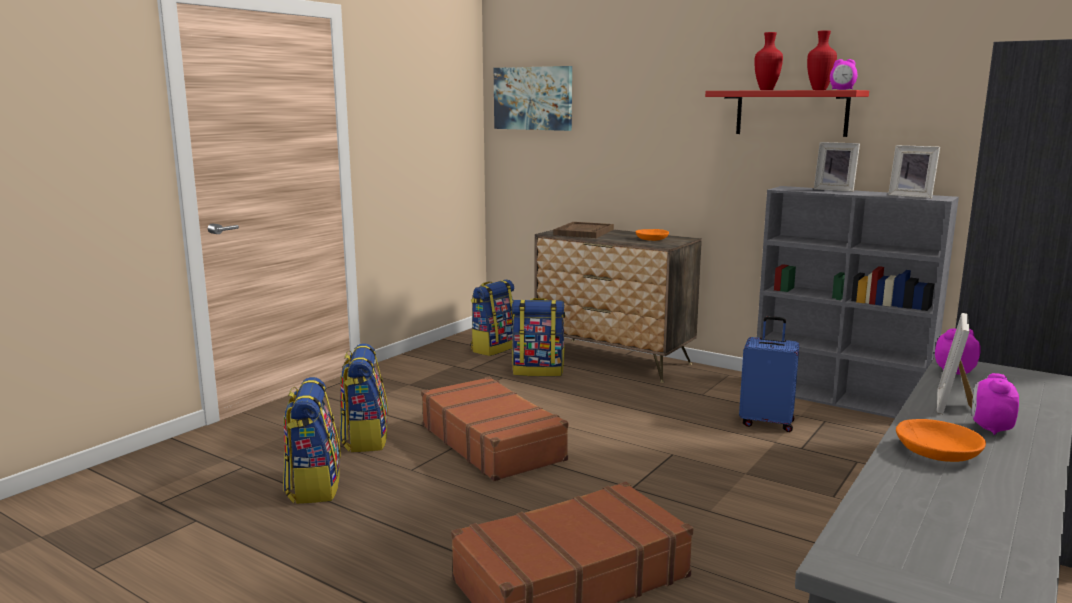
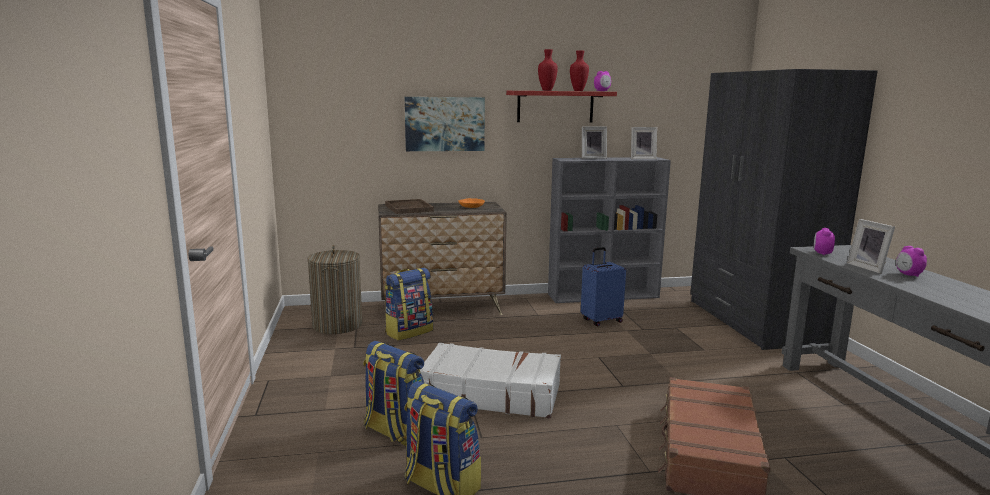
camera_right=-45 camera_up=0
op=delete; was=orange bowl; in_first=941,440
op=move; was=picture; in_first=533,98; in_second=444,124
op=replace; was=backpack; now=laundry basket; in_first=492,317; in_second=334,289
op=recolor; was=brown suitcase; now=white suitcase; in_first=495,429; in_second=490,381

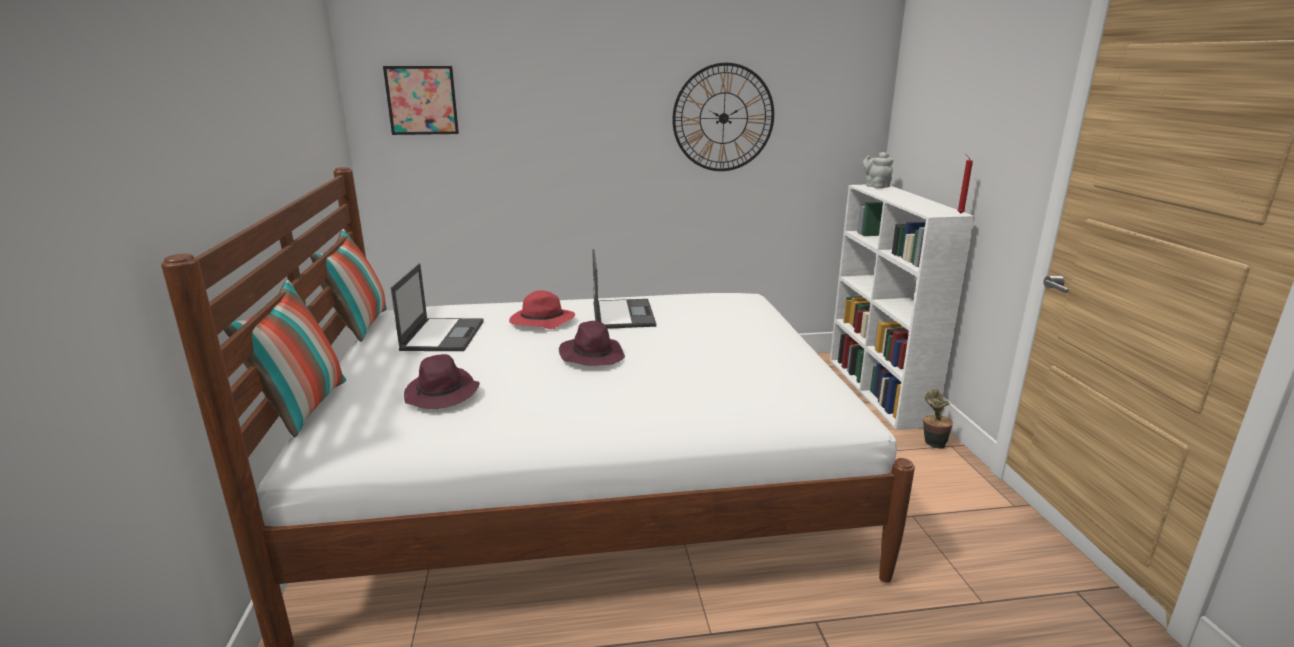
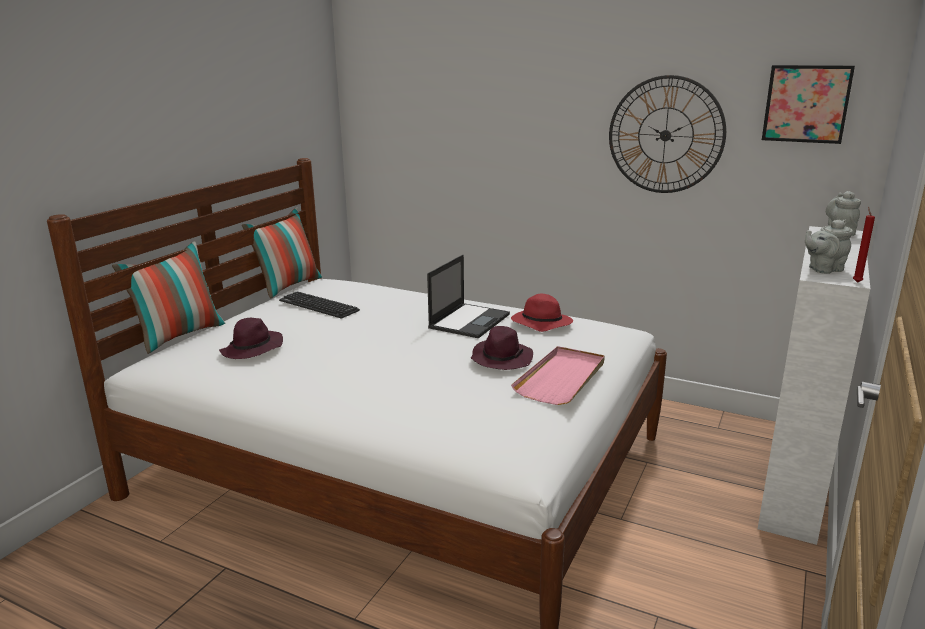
camera_right=35 camera_up=0
op=delete; was=potted plant; in_first=938,418
op=insert; now=pink tray; in_second=558,375
op=insert; now=grey teapot; in_second=829,246
op=move; was=picture; in_first=421,100; in_second=808,104
op=move; was=red hat; in_first=542,309; in_second=542,313
op=move; was=purple hat; in_first=592,343; in_second=502,348
op=replace; was=laptop; now=keyboard; in_first=437,307; in_second=319,305

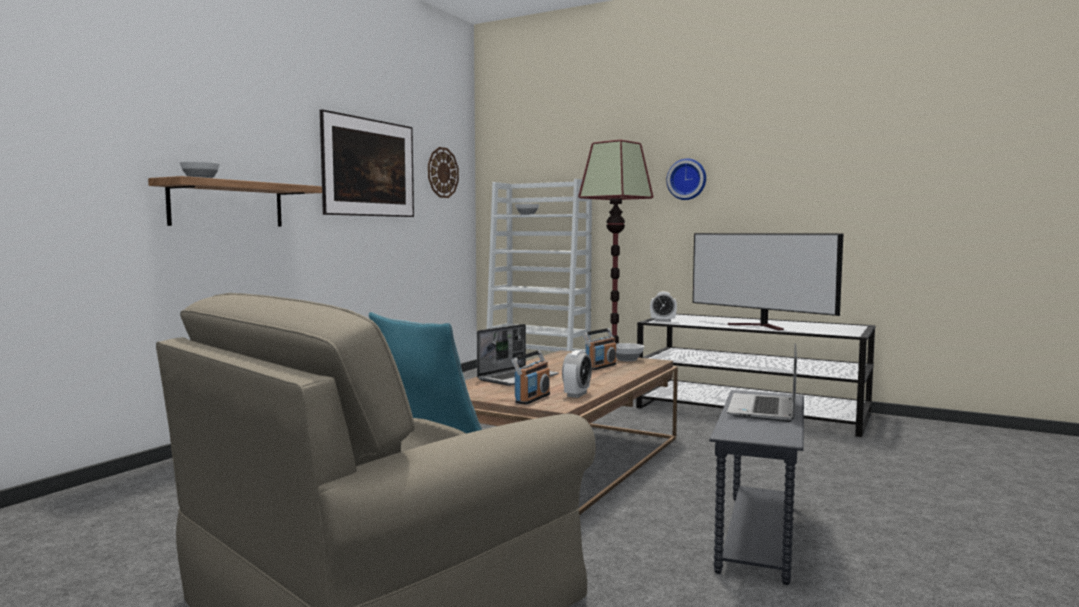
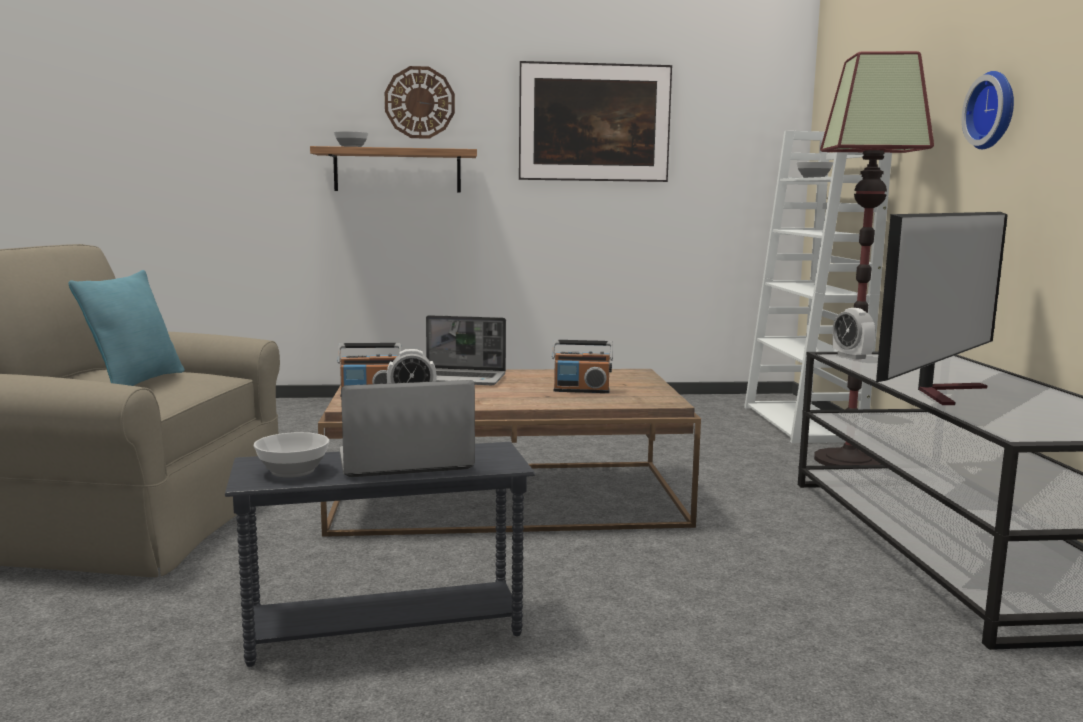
camera_right=55 camera_up=5
op=move; was=wall clock; in_first=443,172; in_second=420,102
op=move; was=bowl; in_first=630,352; in_second=291,455
op=rotate; was=television; in_first=768,281; in_second=942,308; clockwise=-150

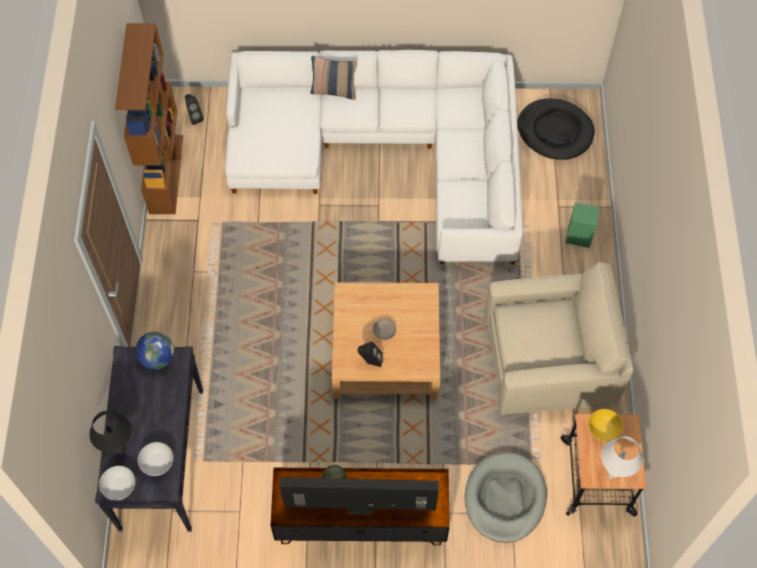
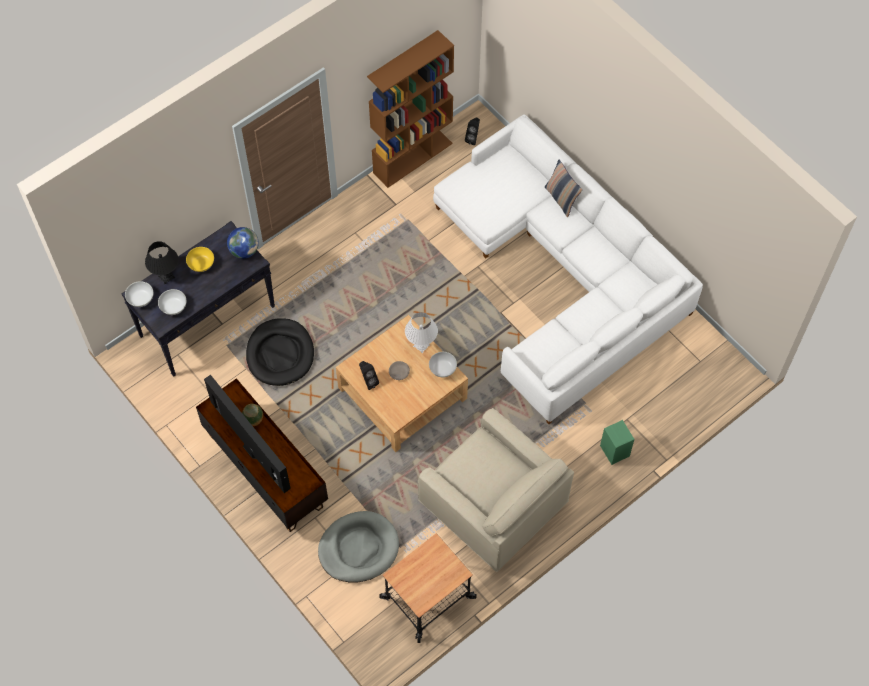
camera_right=50 camera_up=0
op=insert; now=white bowl; in_second=443,365
op=move; was=black dog bed; in_first=556,129; in_second=280,352
op=move; was=yellow bowl; in_first=606,425; in_second=200,259
op=move; was=white table lamp; in_first=622,457; in_second=421,332

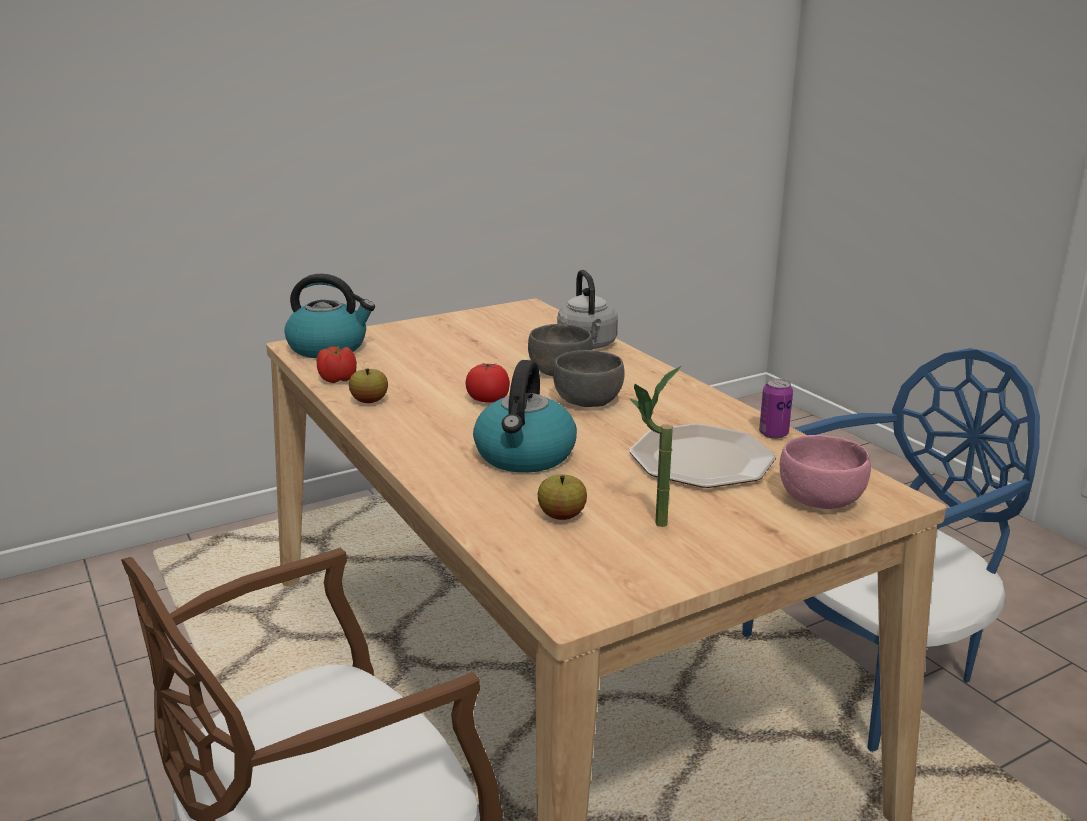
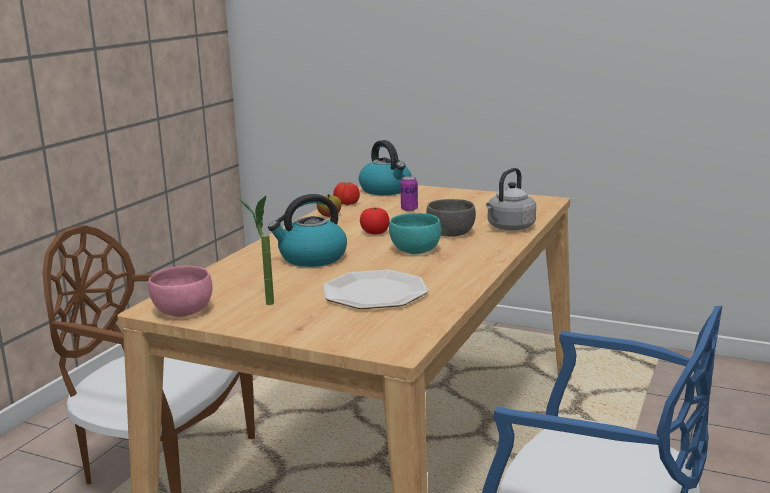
camera_right=55 camera_up=-5
op=delete; was=apple; in_first=562,497
op=move; was=can; in_first=776,409; in_second=409,193
op=move; was=pink bowl; in_first=825,472; in_second=180,291
op=recolor; was=grey bowl; now=turquoise bowl; in_first=589,378; in_second=415,233

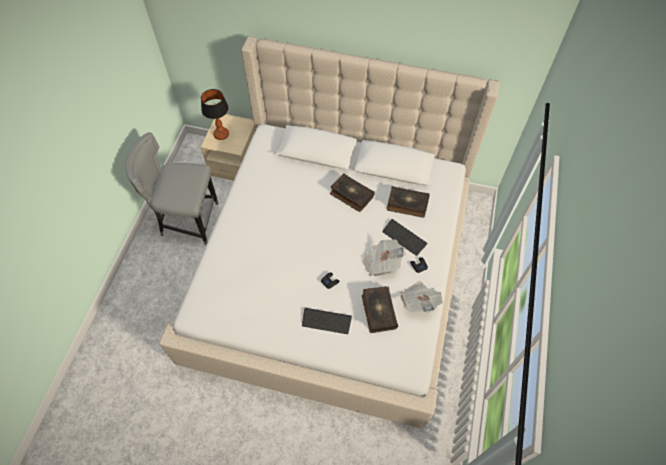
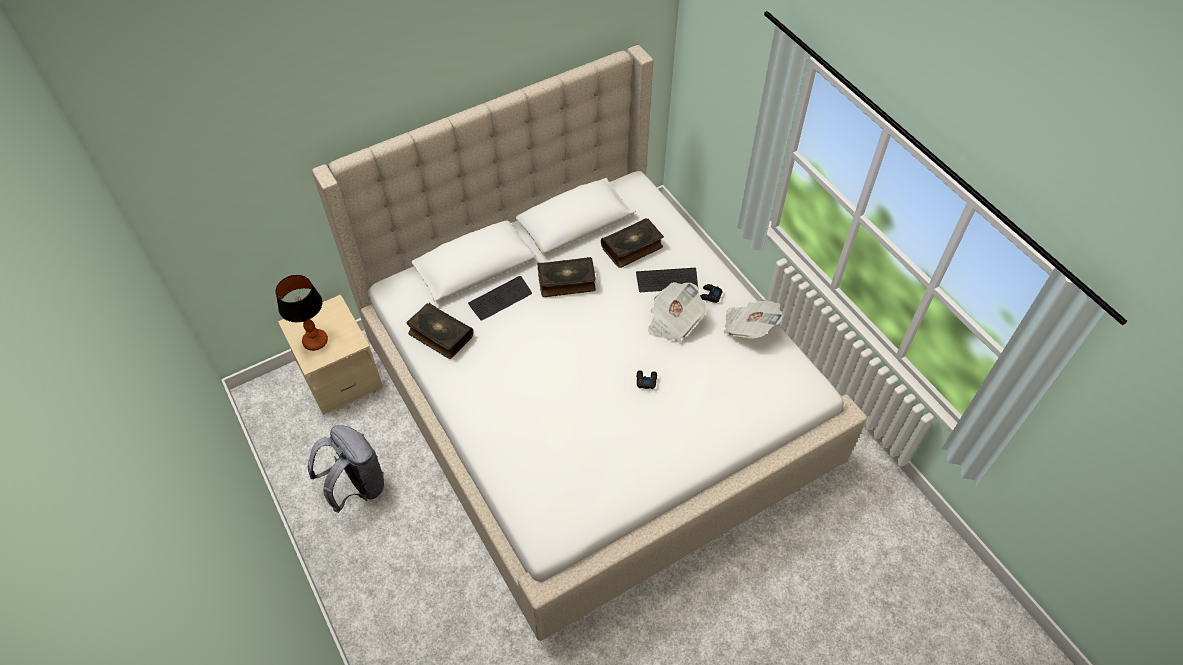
camera_right=-45 camera_up=-5
op=move; was=keyboard; in_first=327,321; in_second=500,298
op=move; was=book; in_first=380,309; in_second=440,330
op=replace; was=grey chair; now=grey backpack; in_first=171,188; in_second=346,469

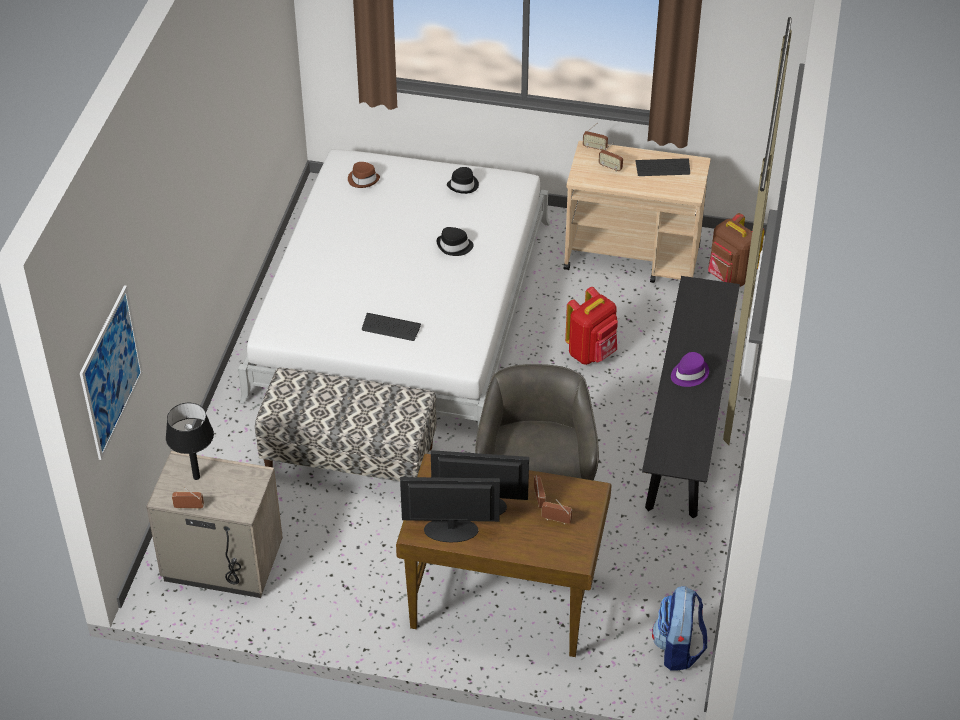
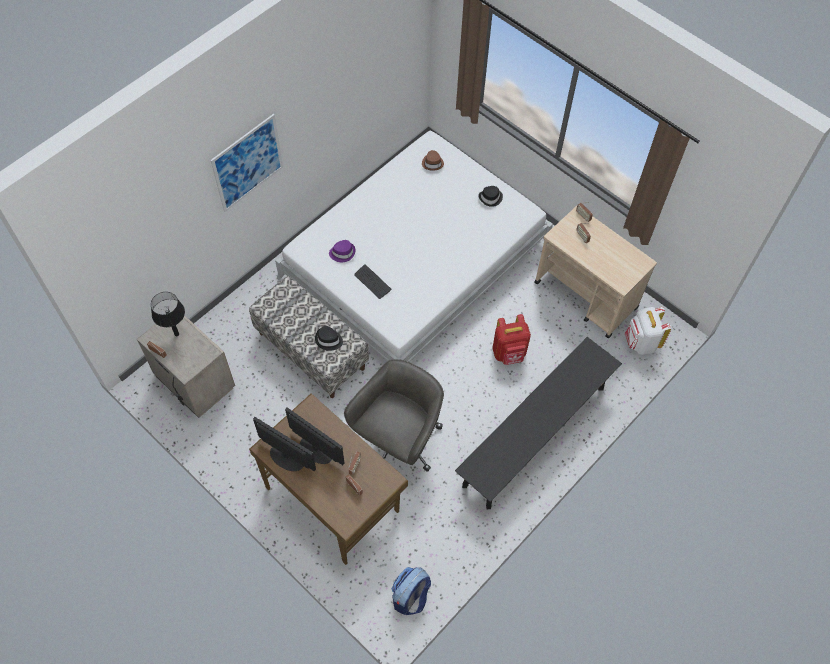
camera_right=30 camera_up=15
op=delete; was=keyboard; in_first=662,167
op=move; was=picture; in_first=111,372; in_second=246,163
op=move; was=black hat; in_first=455,241; in_second=329,338
op=move; was=purple hat; in_first=690,369; in_second=342,251
op=recolor; was=brown backpack; now=white backpack; in_first=736,250; in_second=648,331

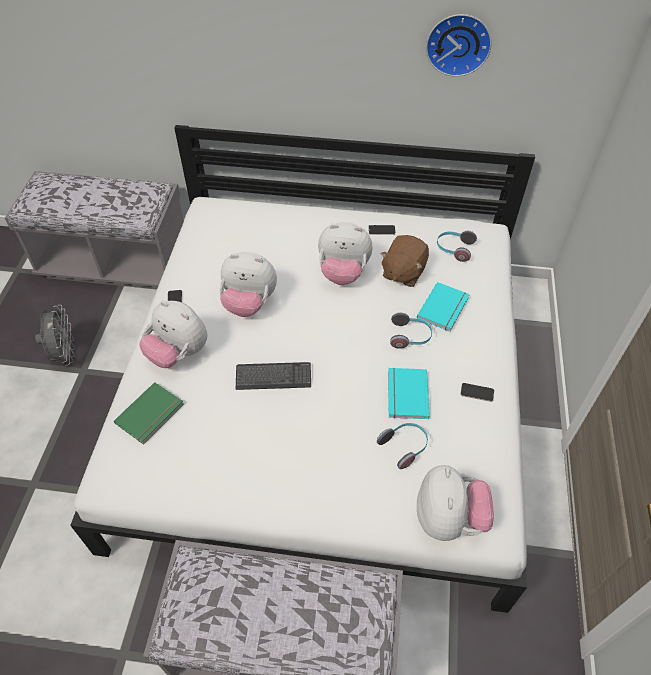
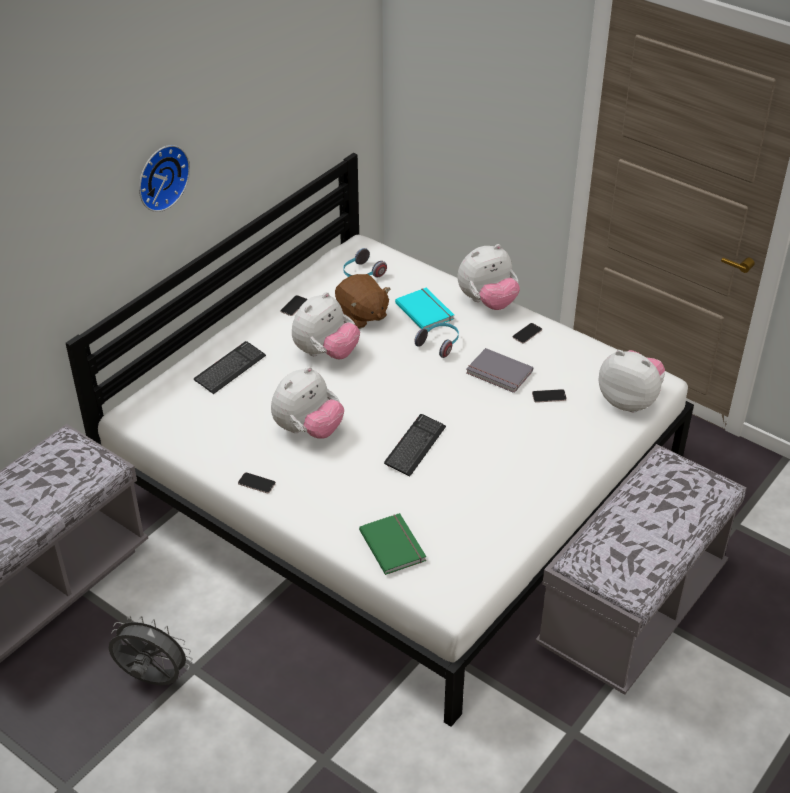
camera_right=-60 camera_up=-10
op=insert; now=keyboard; in_second=230,367
op=move; was=plush toy; in_first=173,334; in_second=488,277
op=move; was=wall clock; in_first=459,45; in_second=164,178
op=replace; was=headphones; now=phone; in_first=402,446; in_second=549,396
op=recolor; was=turquoise book; now=grey book; in_first=409,393; in_second=499,370

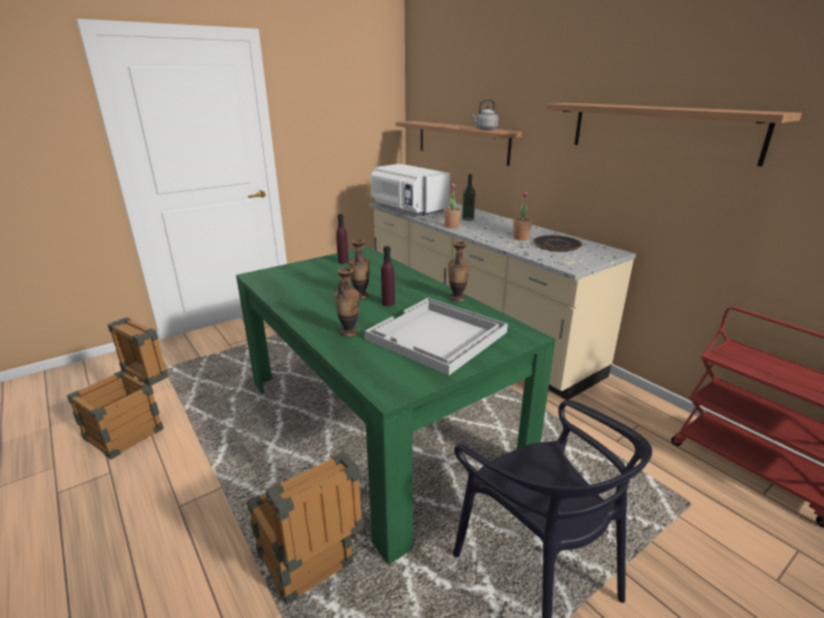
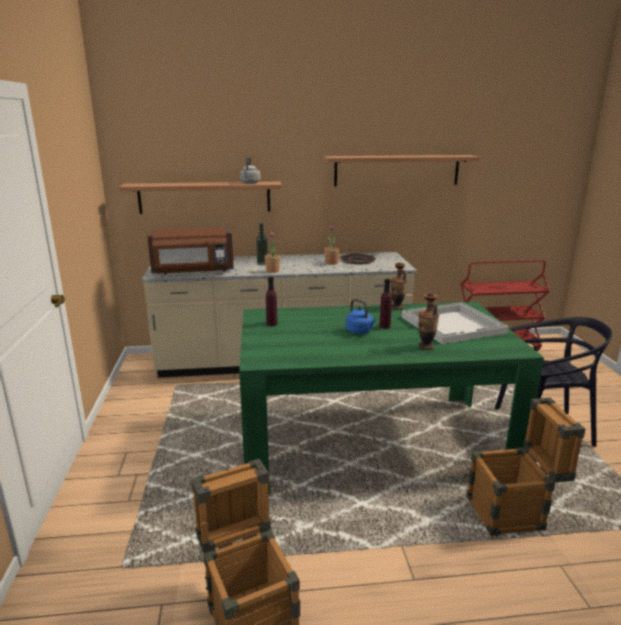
camera_right=-60 camera_up=-5
op=replace; was=vase; now=blue kettle; in_first=359,269; in_second=361,316
op=recolor; was=white microwave; now=brown microwave; in_first=410,189; in_second=190,251

